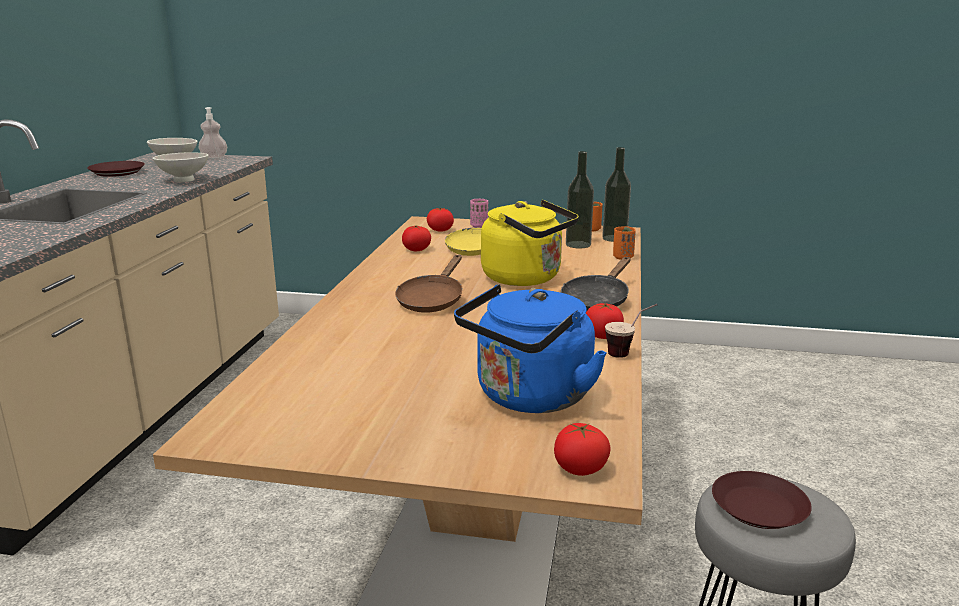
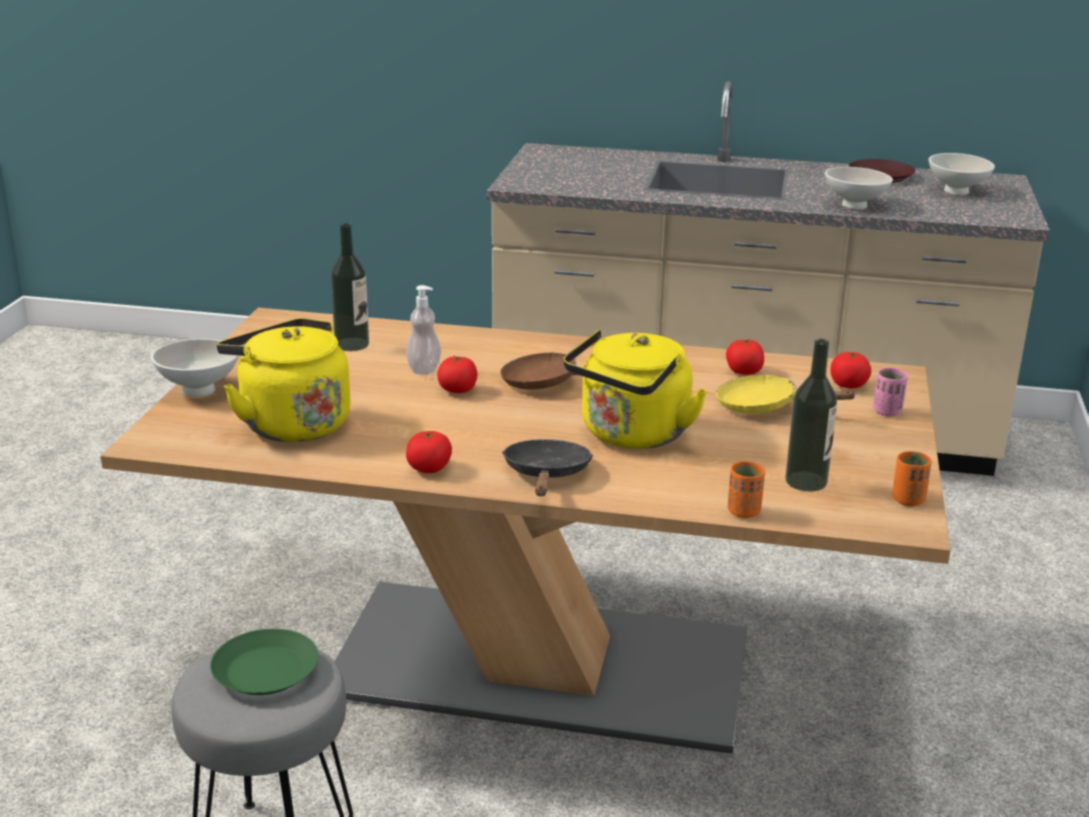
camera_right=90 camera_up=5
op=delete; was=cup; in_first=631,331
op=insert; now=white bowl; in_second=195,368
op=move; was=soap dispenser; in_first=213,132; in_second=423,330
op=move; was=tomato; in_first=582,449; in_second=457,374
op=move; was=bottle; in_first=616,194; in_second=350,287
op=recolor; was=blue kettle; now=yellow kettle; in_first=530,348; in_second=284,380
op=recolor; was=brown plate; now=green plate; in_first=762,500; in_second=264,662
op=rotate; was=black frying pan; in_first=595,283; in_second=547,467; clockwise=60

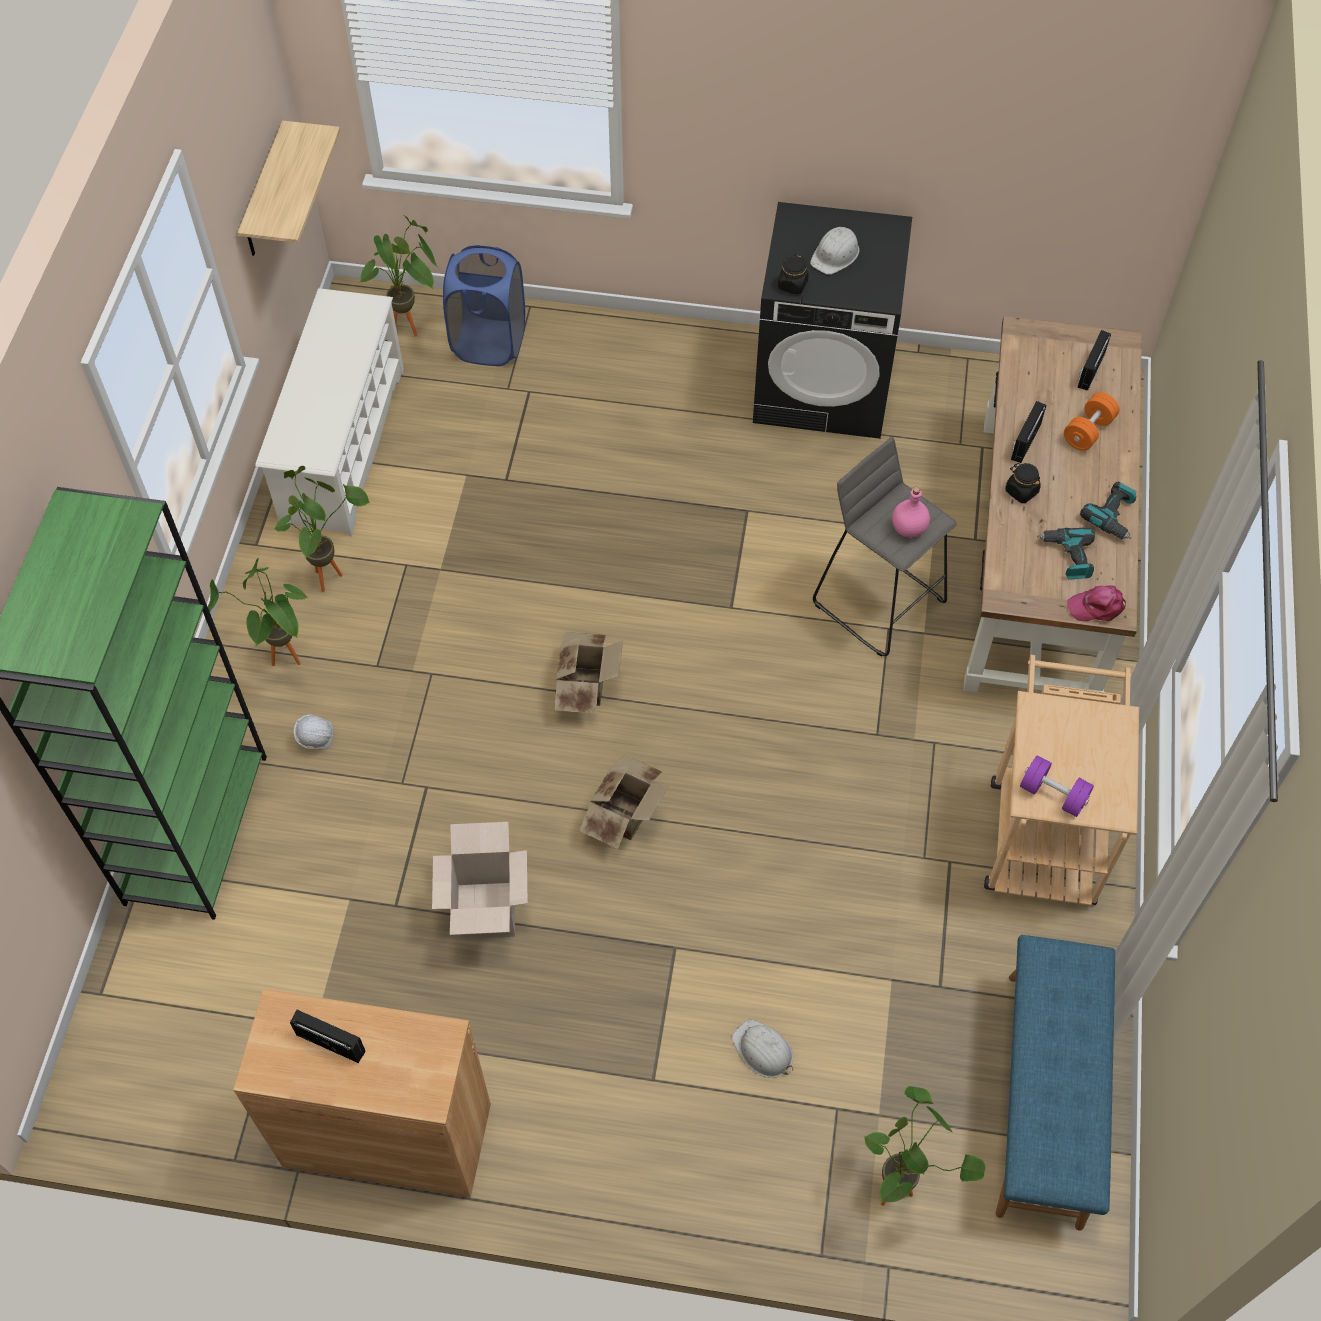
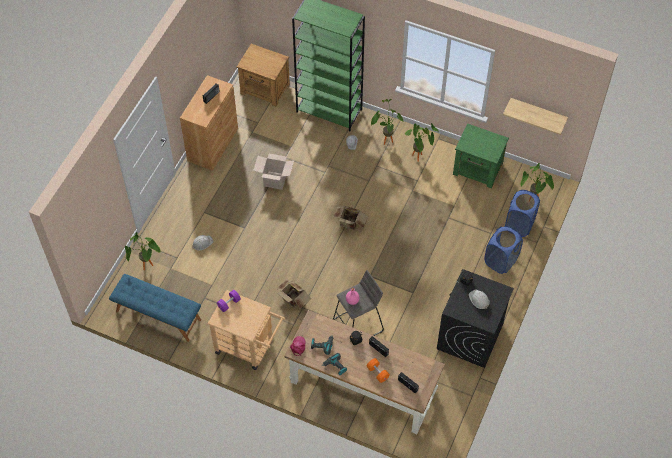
camera_right=105 camera_up=0
op=insert; now=brown nightstand; in_second=263,75
op=insert; now=blue laundry basket; in_second=503,250
op=move; was=cardboard box; in_first=624,802; in_second=293,293
op=replace; was=white shoe rack; now=green nightstand; in_first=329,412; in_second=481,156

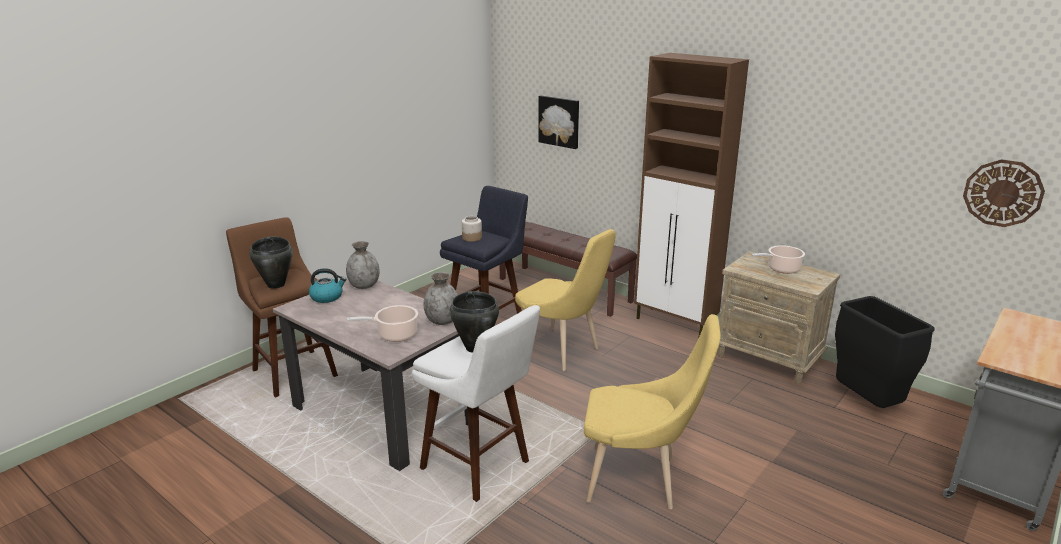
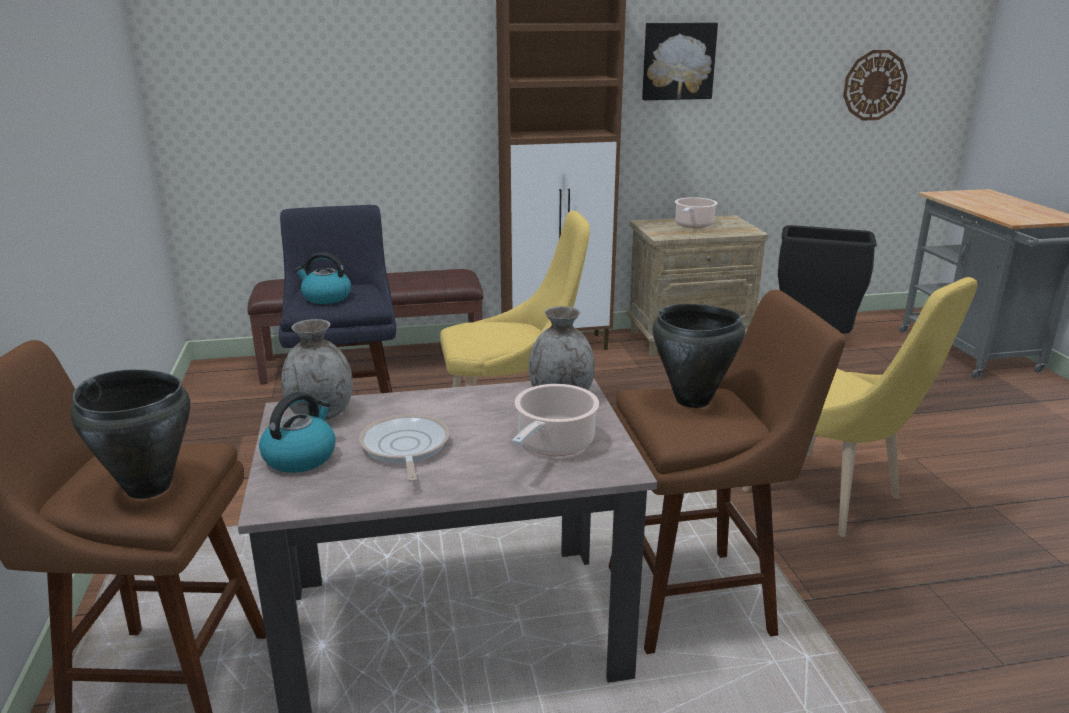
camera_right=-50 camera_up=0
op=insert; now=frying pan; in_second=404,448
op=move; was=picture; in_first=558,122; in_second=680,61
op=replace; was=jar; now=kettle; in_first=472,229; in_second=323,278
op=recolor; was=white stool; now=brown stool; in_first=476,403; in_second=727,472
op=rotate; was=yellow chair; in_first=652,411; in_second=859,407; clockwise=90

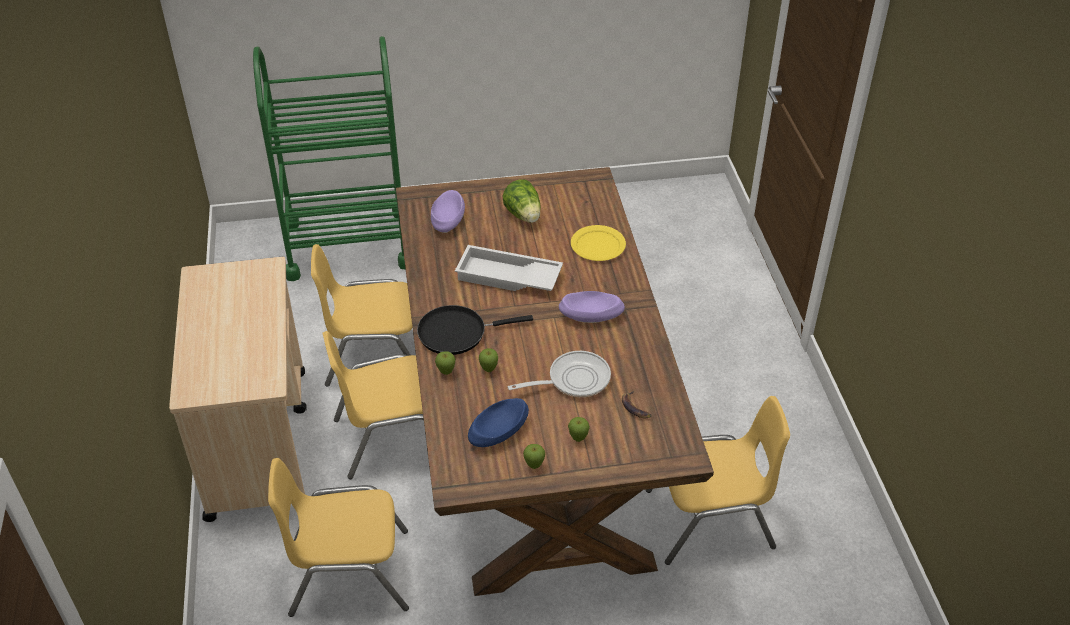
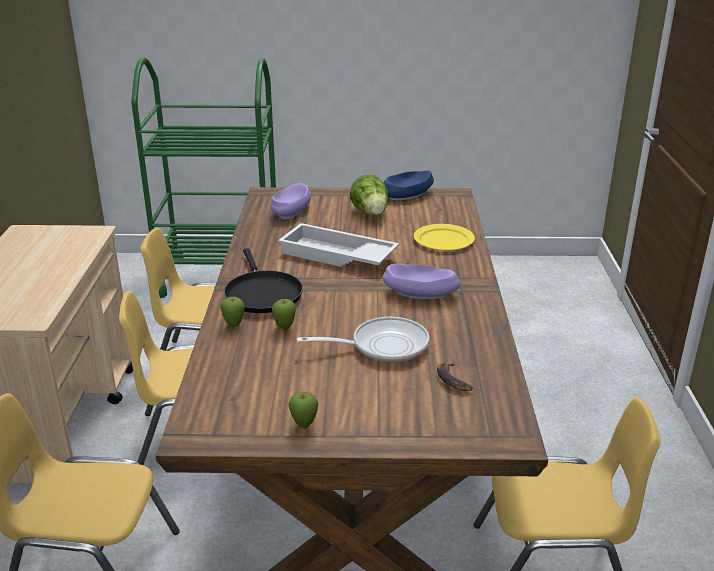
camera_right=10 camera_up=-15
op=delete; was=apple; in_first=579,429
op=move; was=blue bowl; in_first=498,422; in_second=408,185
op=rotate; was=black frying pan; in_first=475,330; in_second=263,280; clockwise=-105

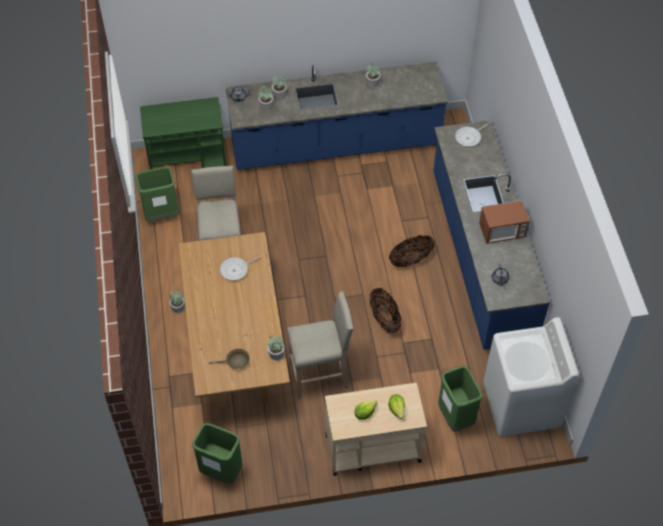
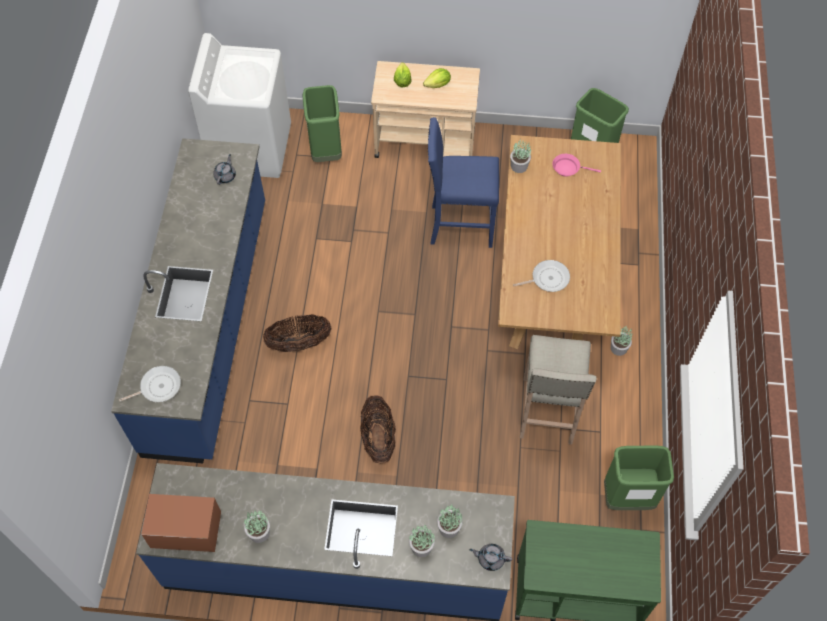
camera_right=-165 camera_up=5
op=move; was=basket; in_first=385,310; in_second=378,429
op=move; was=microwave; in_first=504,222; in_second=181,523
op=recolor; was=brown frying pan; now=pink frying pan; in_first=229,359; in_second=576,165
op=recolor; was=beige stool; now=blue stool; in_first=320,345; in_second=463,182

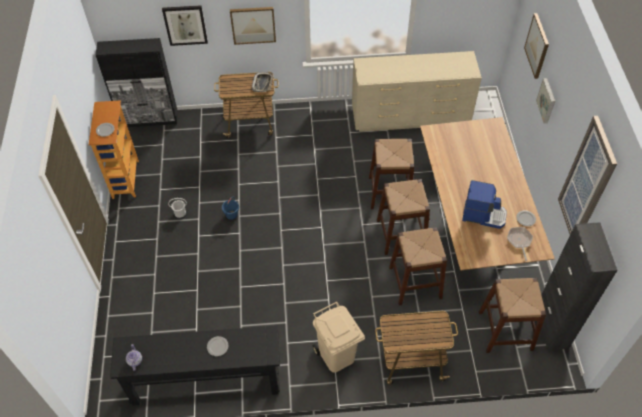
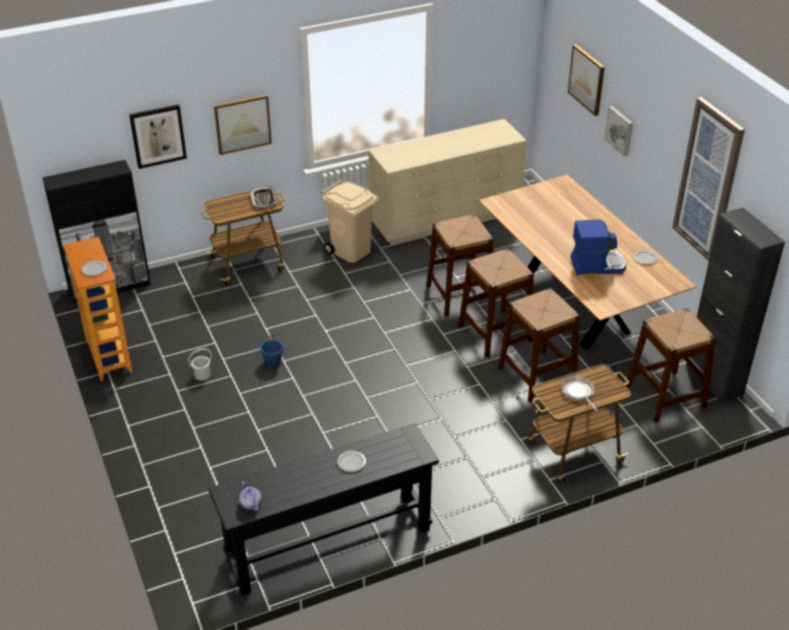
camera_right=-20 camera_up=-15
op=move; was=beige trash can; in_first=338,337; in_second=350,221
op=move; was=frying pan; in_first=520,244; in_second=580,393

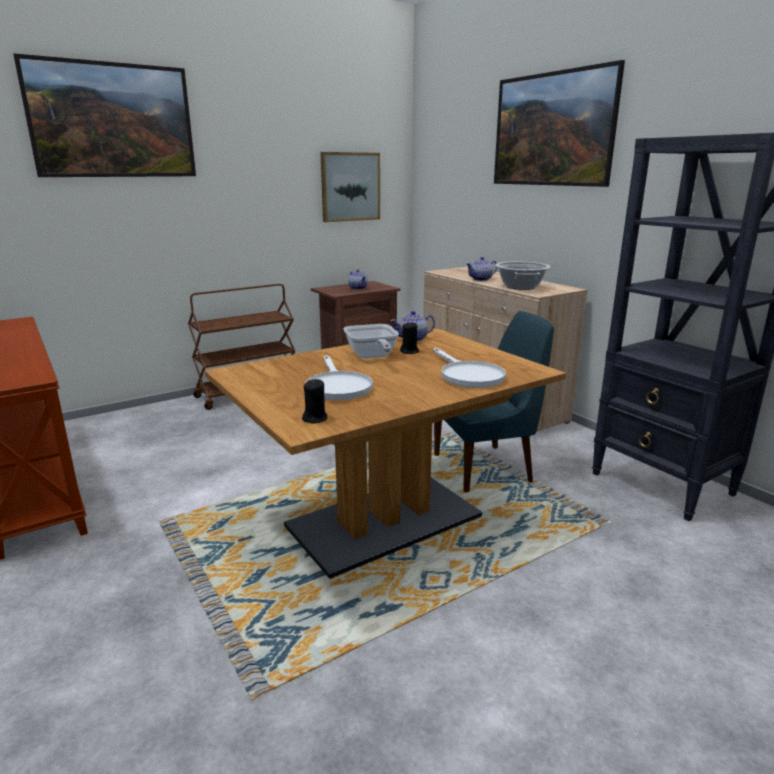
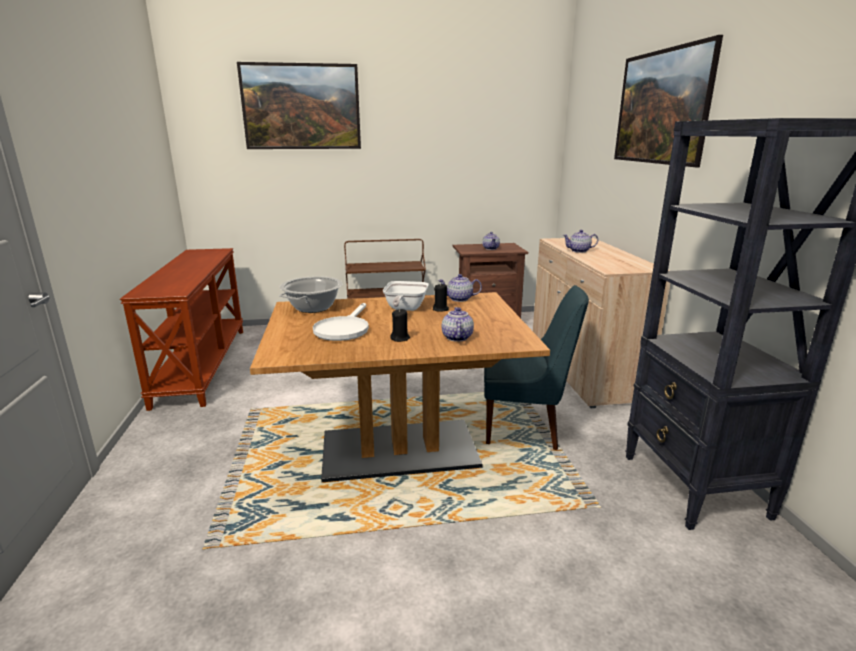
camera_right=25 camera_up=0
op=delete; was=picture; in_first=350,187
op=move; was=black candle; in_first=314,401; in_second=400,325
op=move; was=cooking pot; in_first=522,276; in_second=311,294
op=replace; was=white frying pan; now=teapot; in_first=469,368; in_second=458,324

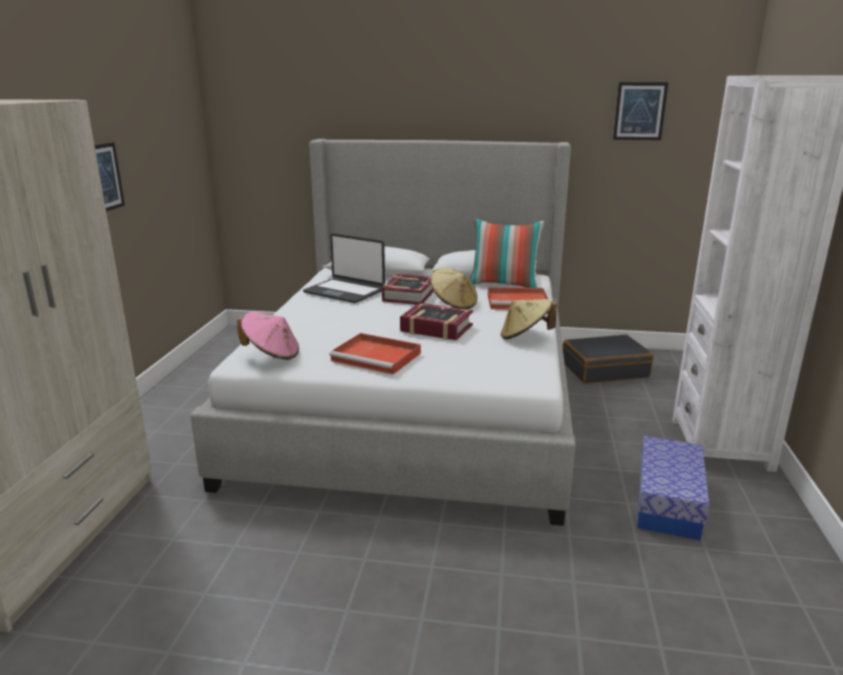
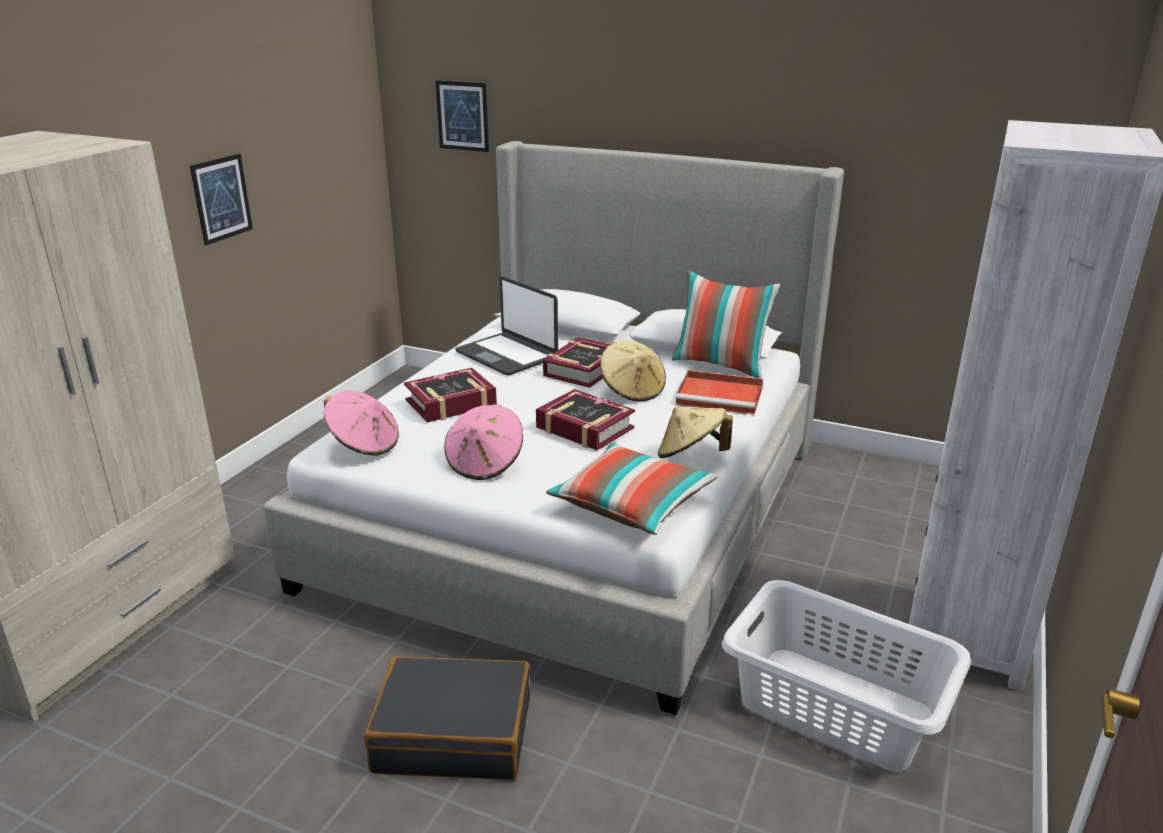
camera_right=15 camera_up=5
op=insert; now=book; in_second=450,395
op=insert; now=pillow; in_second=632,489
op=move; was=black suitcase; in_first=608,359; in_second=447,718
op=move; was=picture; in_first=641,111; in_second=462,116
op=replace; was=red tray; now=pink hat; in_first=375,354; in_second=483,442
op=replace; was=storage box; now=white laundry basket; in_first=673,488; in_second=846,676

